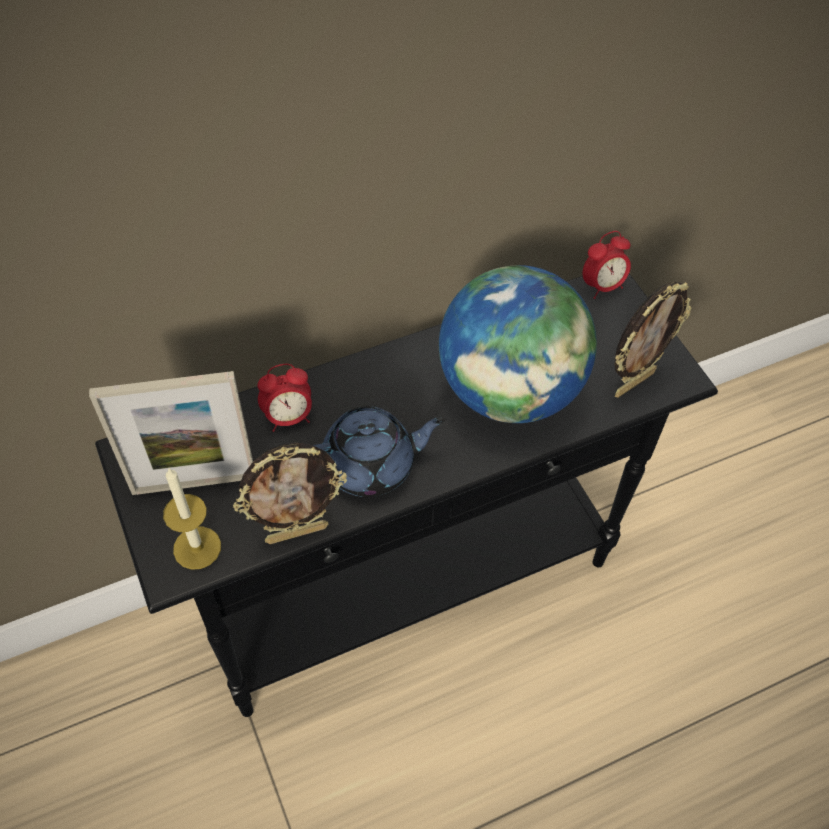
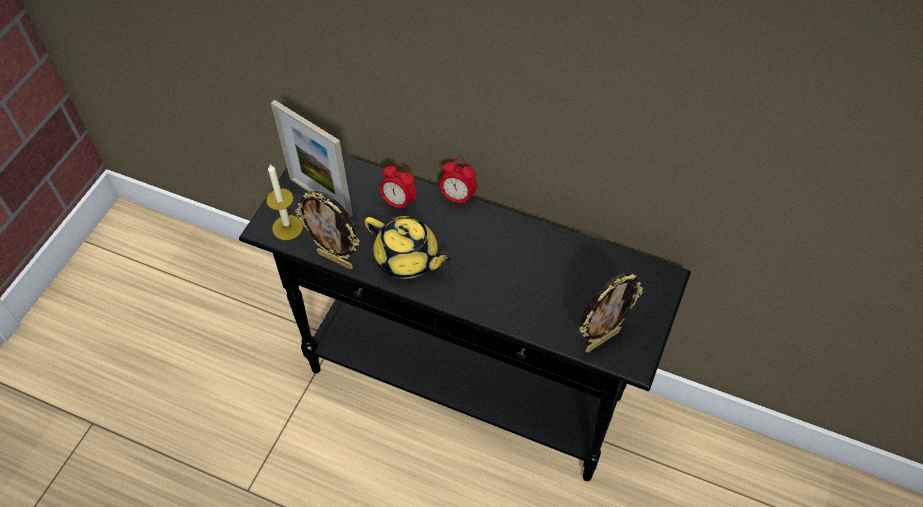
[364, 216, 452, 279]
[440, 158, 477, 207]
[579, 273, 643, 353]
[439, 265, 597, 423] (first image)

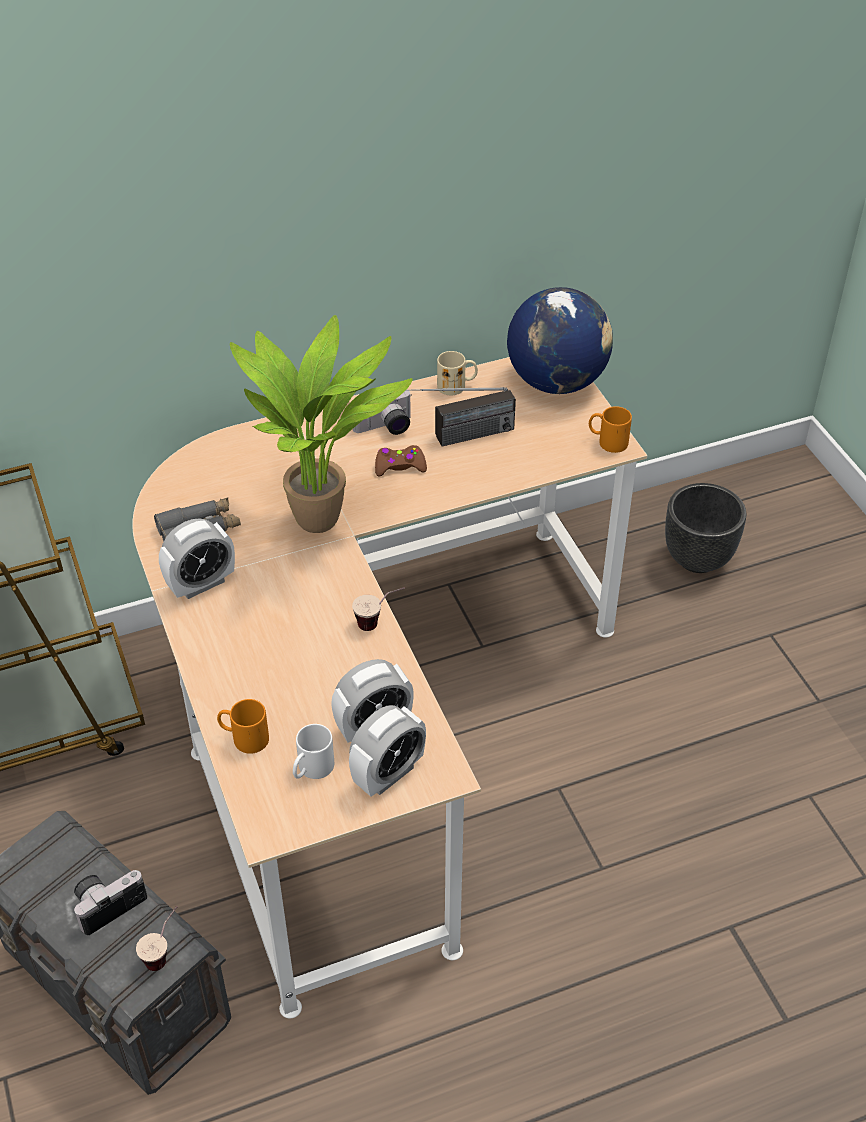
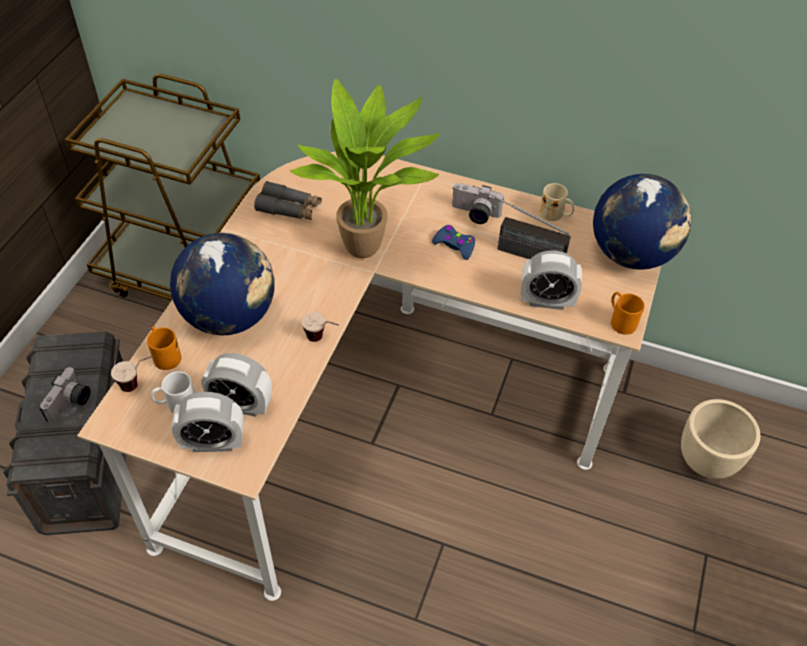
[39, 367, 90, 424]
[111, 355, 155, 392]
[170, 233, 274, 335]
[432, 225, 475, 260]
[521, 250, 582, 310]
[681, 399, 761, 479]

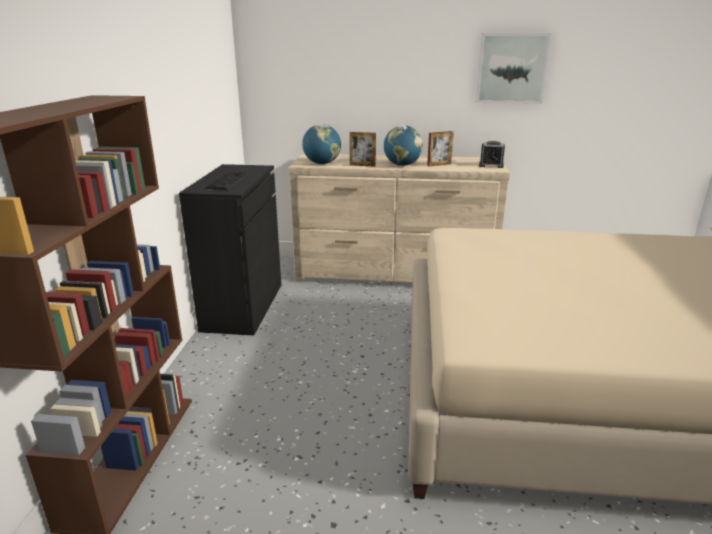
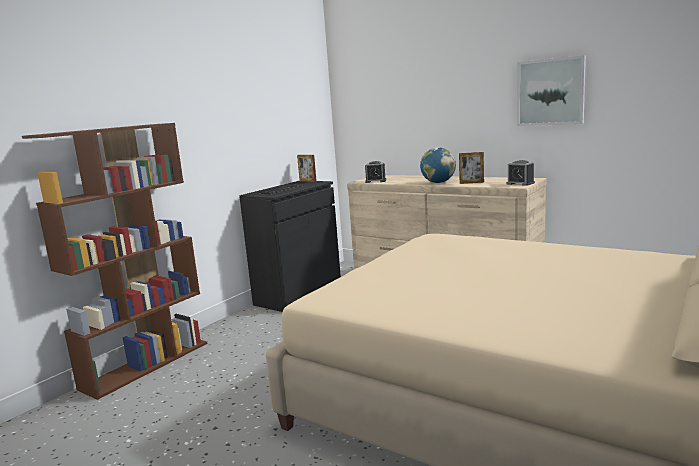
[297, 155, 317, 182]
[365, 161, 386, 183]

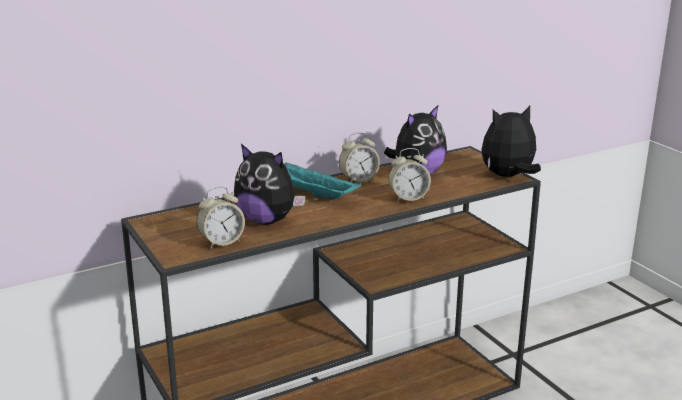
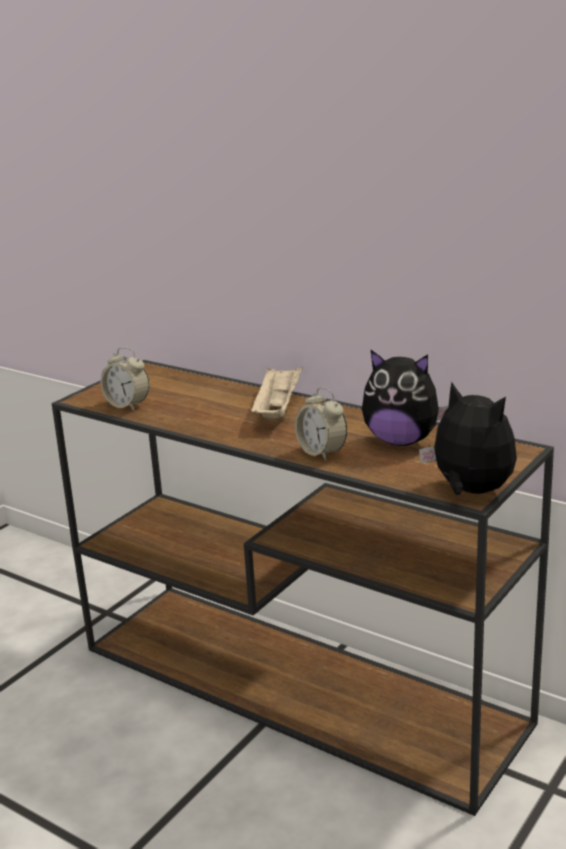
[251, 366, 303, 419]
[234, 144, 306, 225] (first image)
[339, 132, 380, 183] (first image)

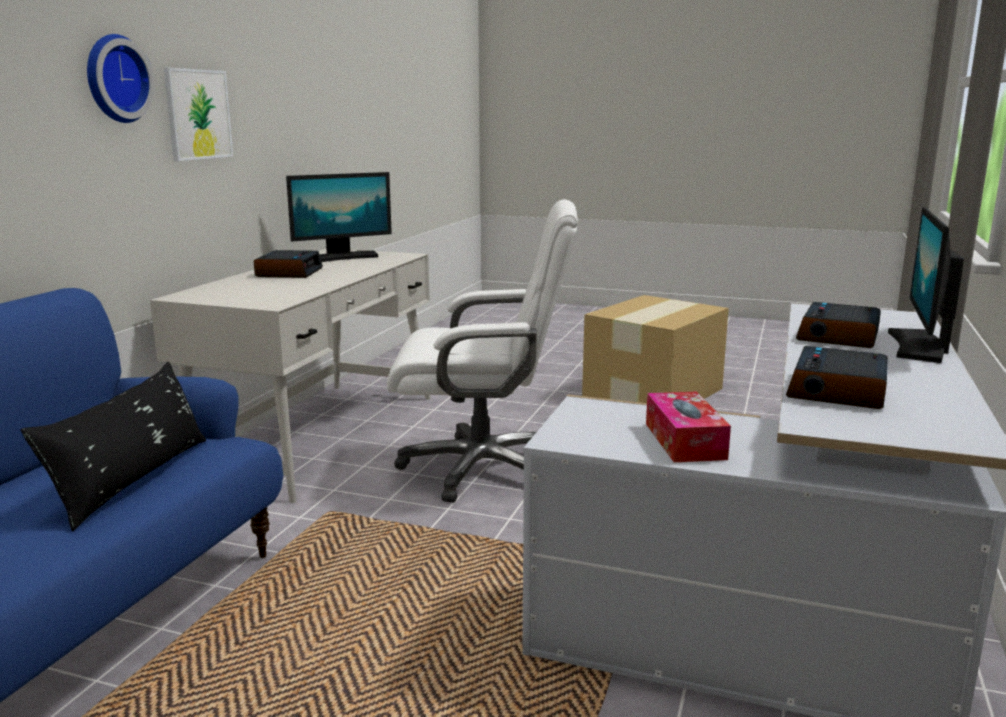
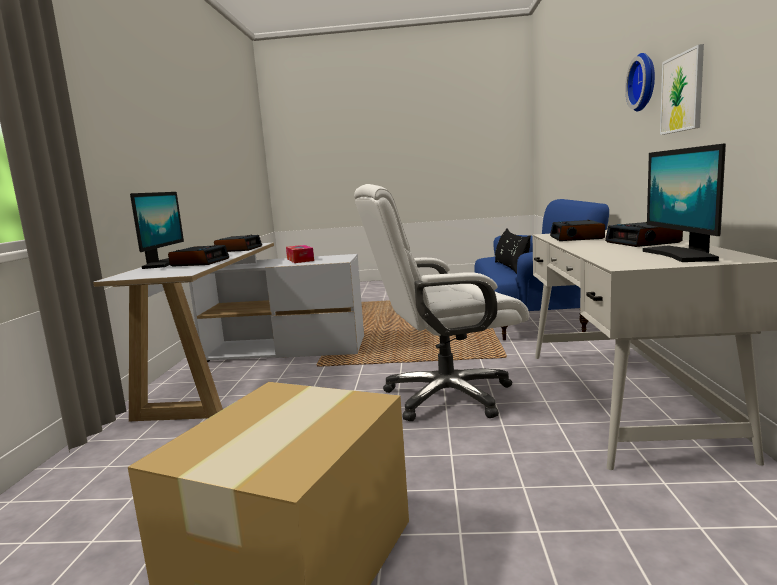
[550, 220, 605, 241]
[642, 143, 726, 262]

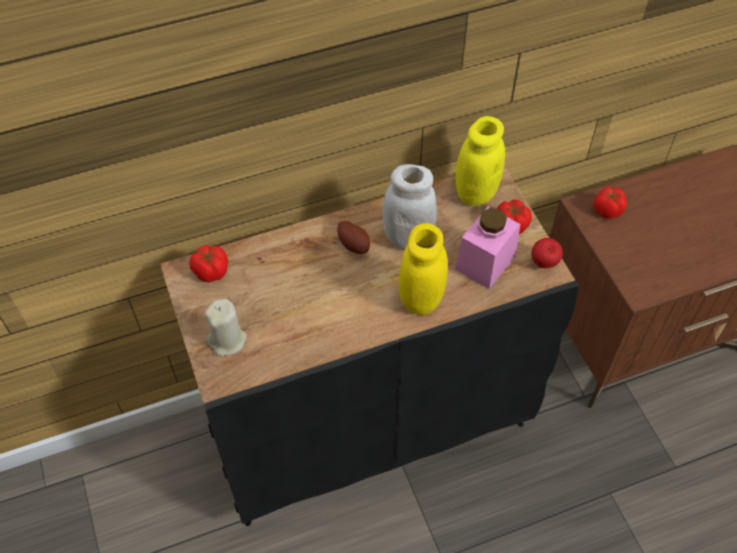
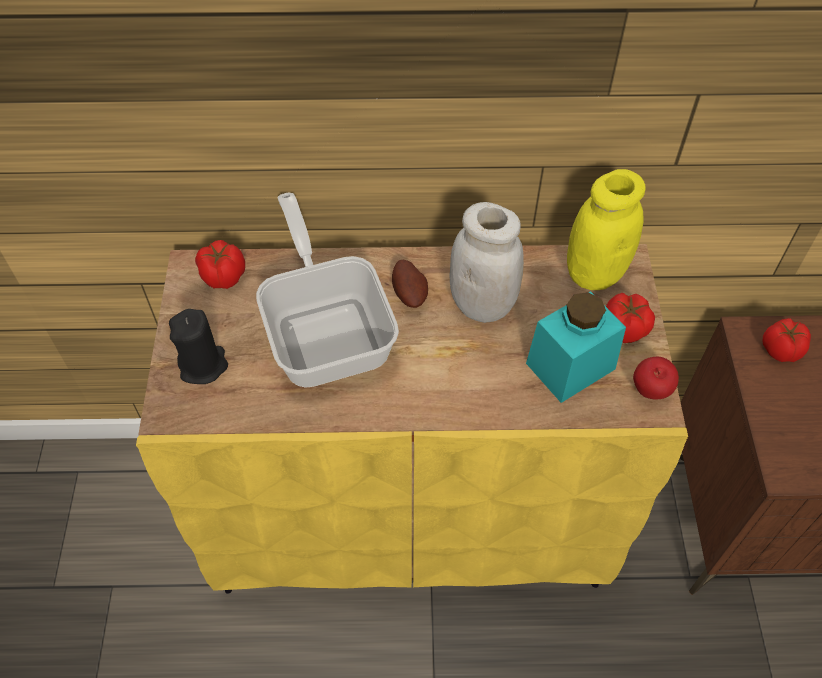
[136, 244, 688, 594]
[169, 309, 228, 384]
[256, 192, 399, 388]
[526, 291, 626, 403]
[399, 223, 448, 315] (first image)

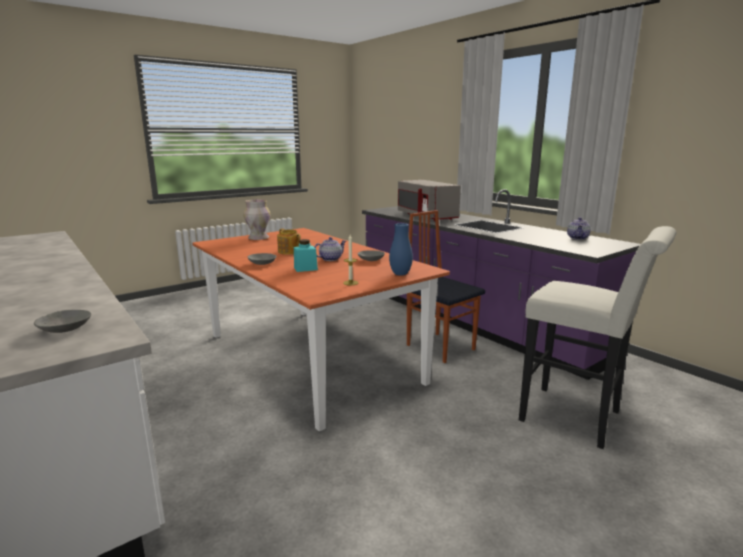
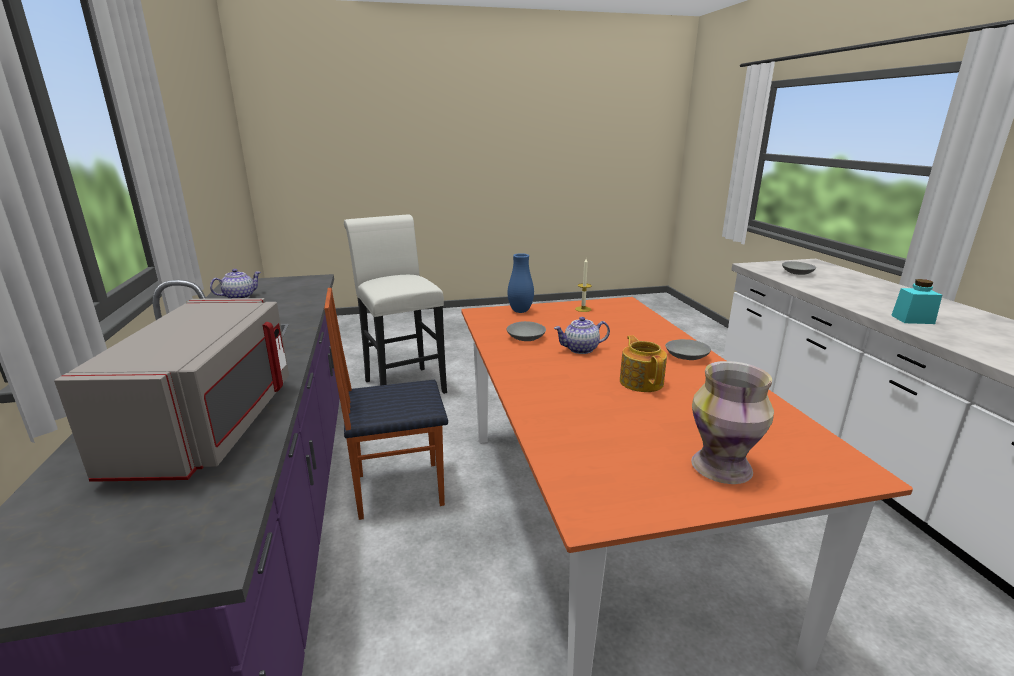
[324, 288, 448, 520]
[891, 279, 942, 324]

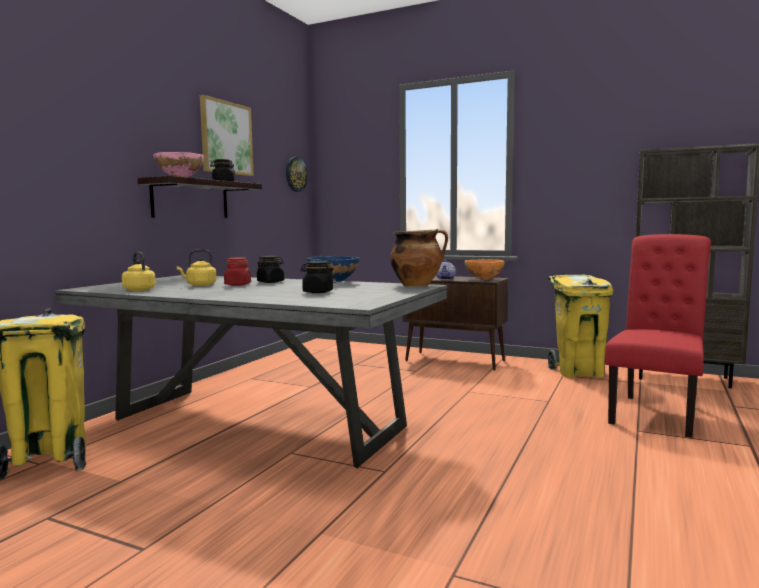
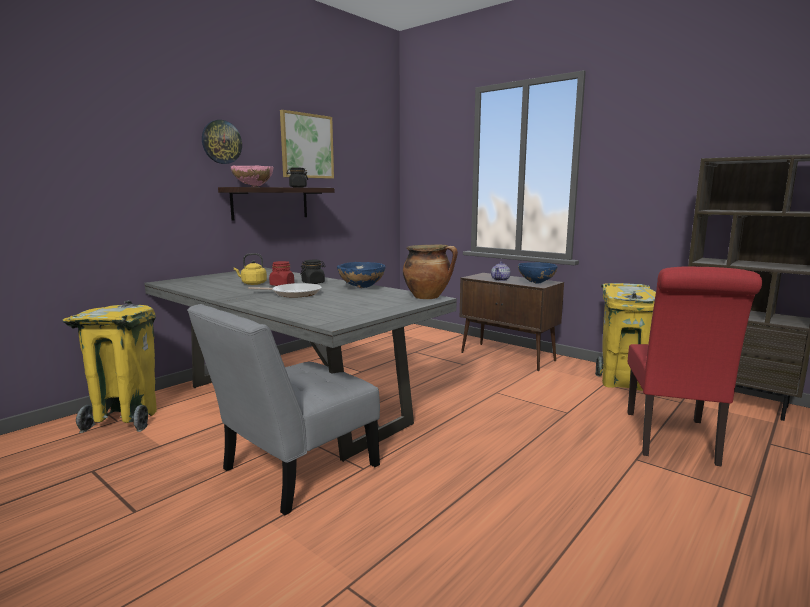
[187, 304, 380, 515]
[202, 120, 242, 164]
[248, 283, 322, 297]
[518, 262, 557, 284]
[627, 267, 762, 466]
[122, 252, 156, 291] (first image)
[300, 261, 335, 293] (first image)

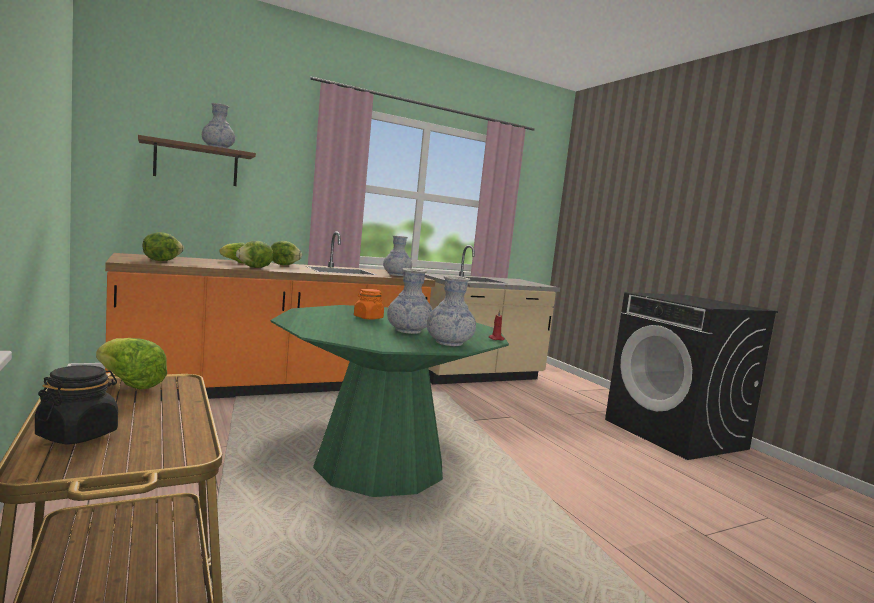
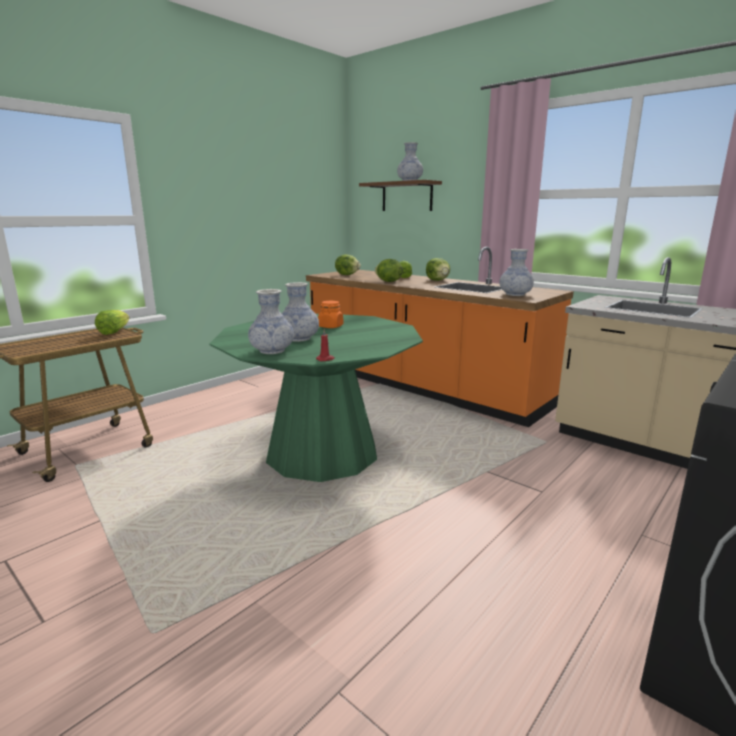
[35, 365, 118, 445] (first image)

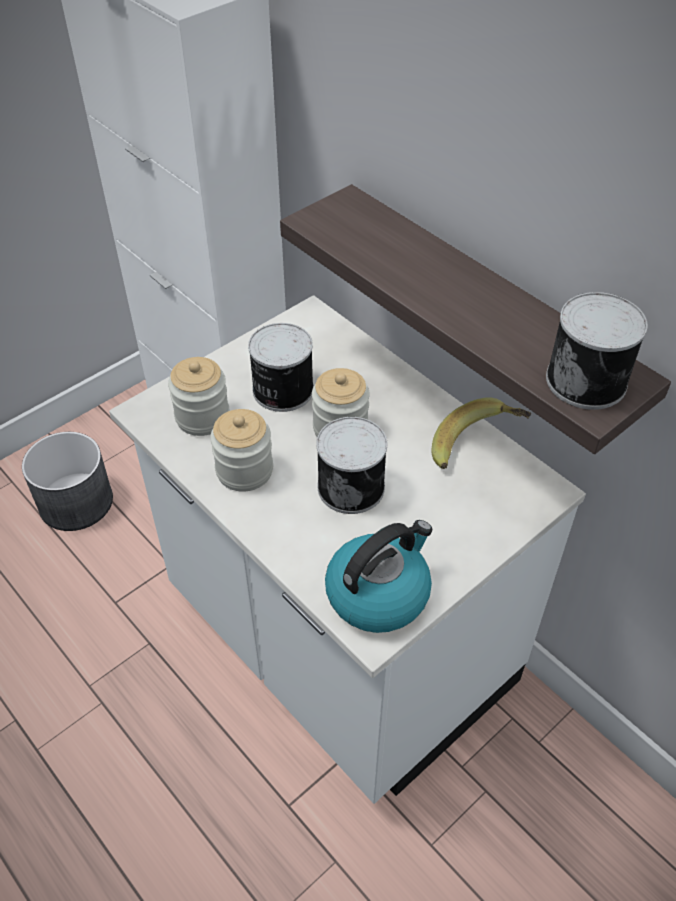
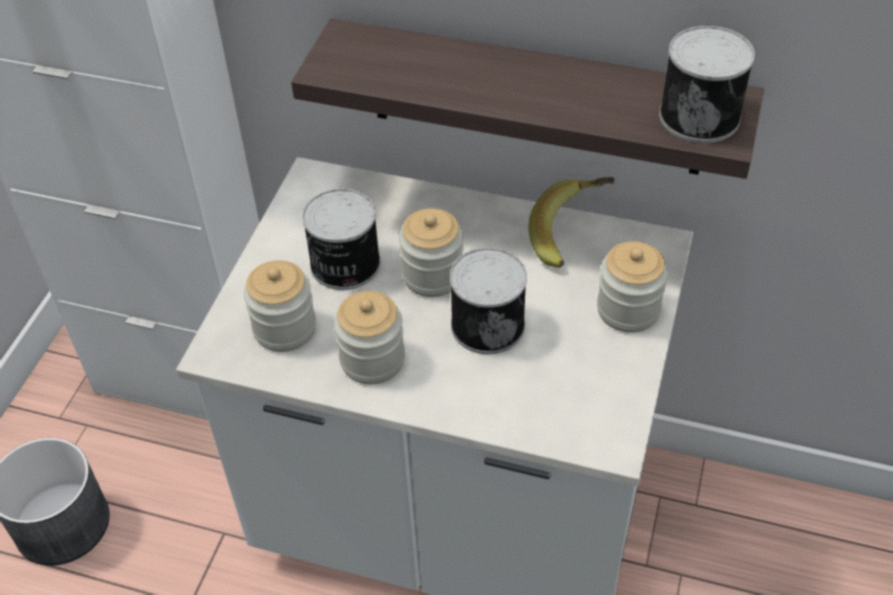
[597, 241, 668, 333]
[325, 520, 432, 633] (first image)

